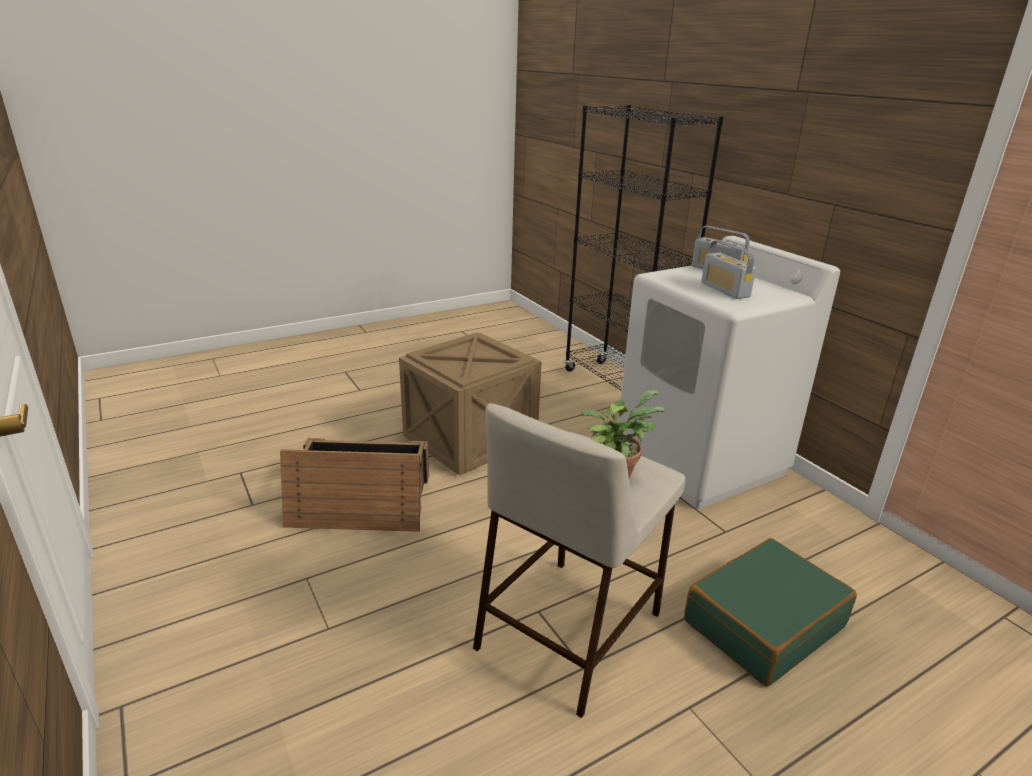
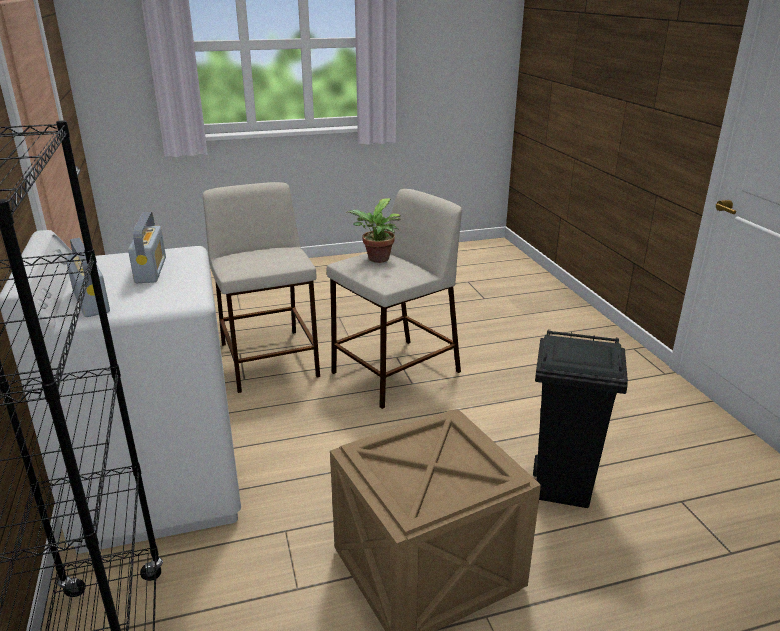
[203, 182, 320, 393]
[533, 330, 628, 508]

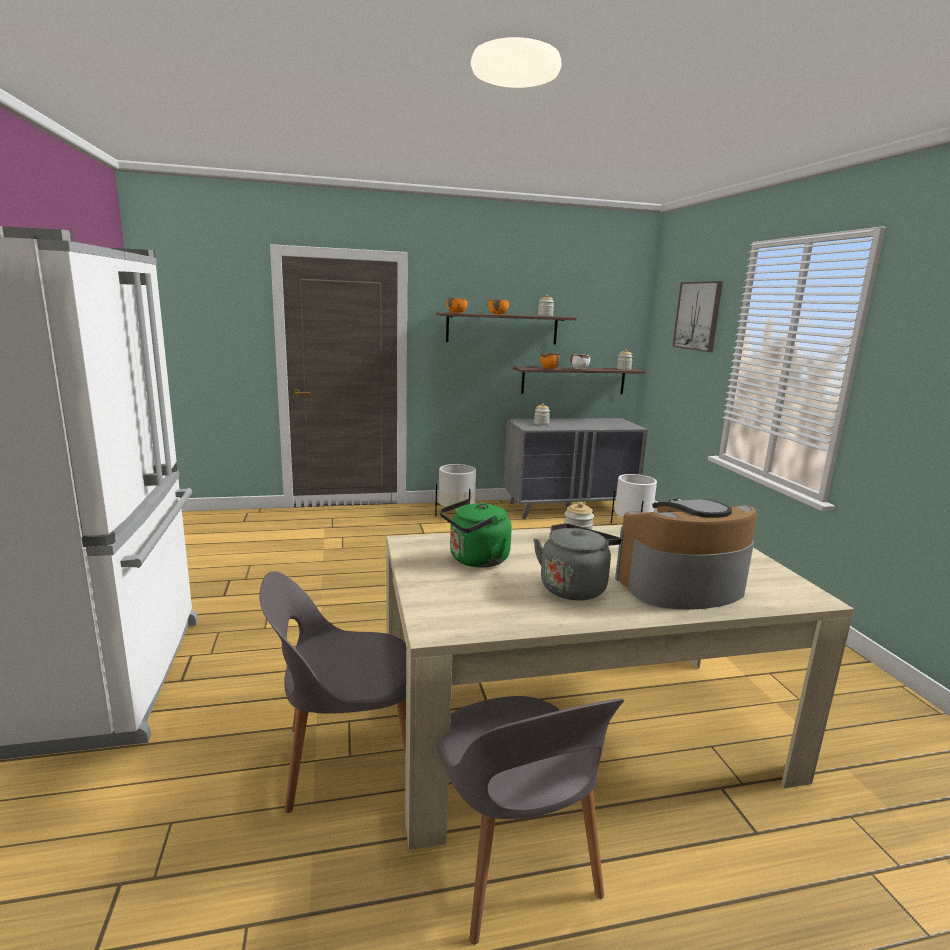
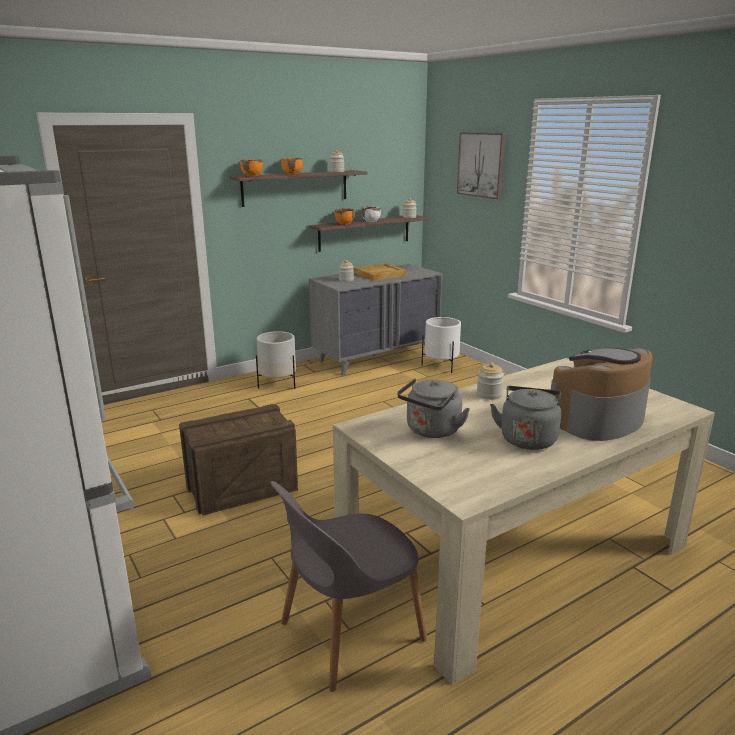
[179, 404, 298, 516]
[353, 263, 407, 281]
[397, 378, 470, 438]
[437, 696, 624, 944] (first image)

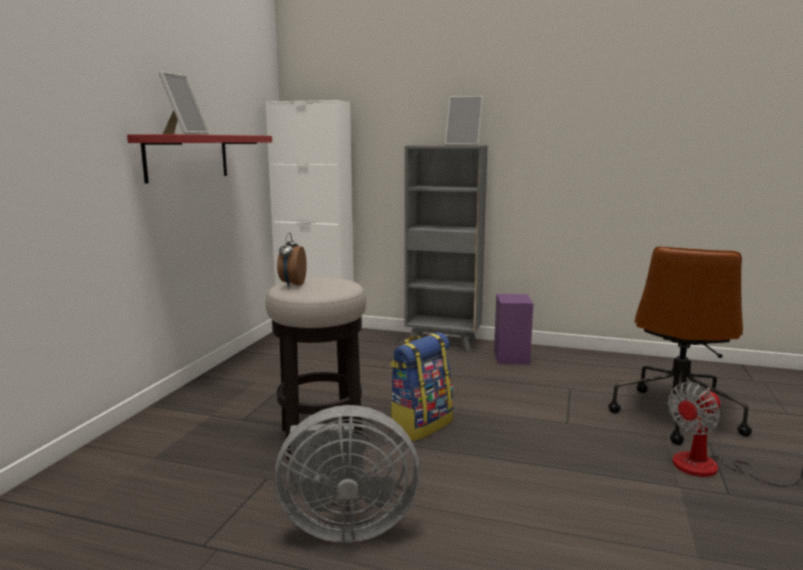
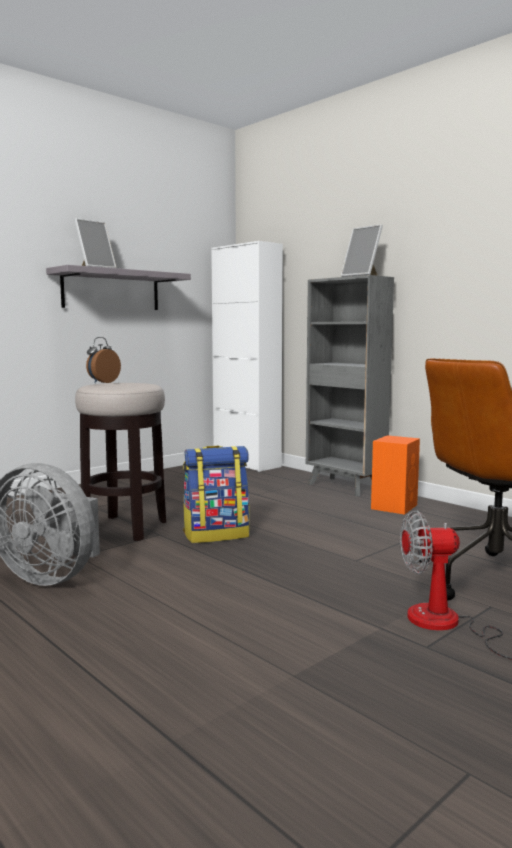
[46, 265, 191, 310]
[371, 435, 420, 515]

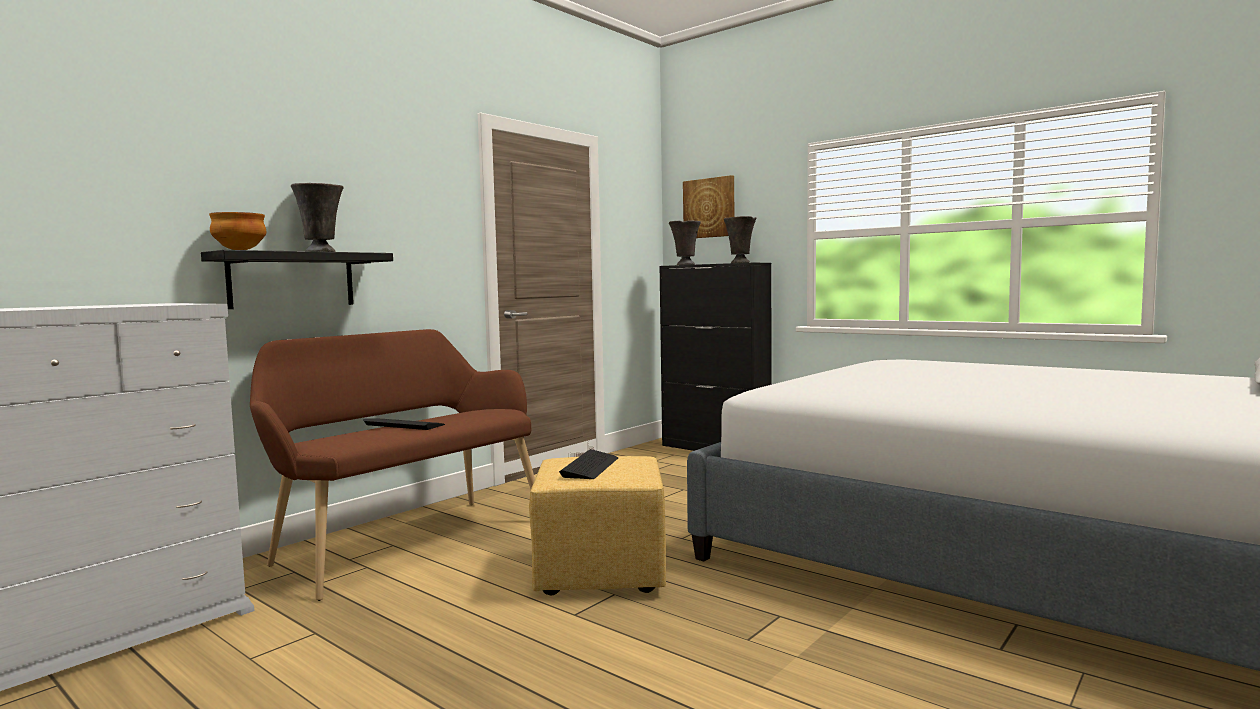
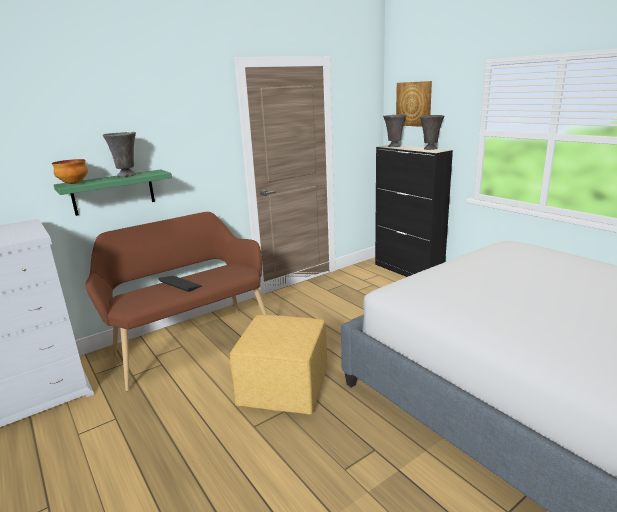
[54, 169, 172, 216]
[559, 449, 618, 479] (first image)

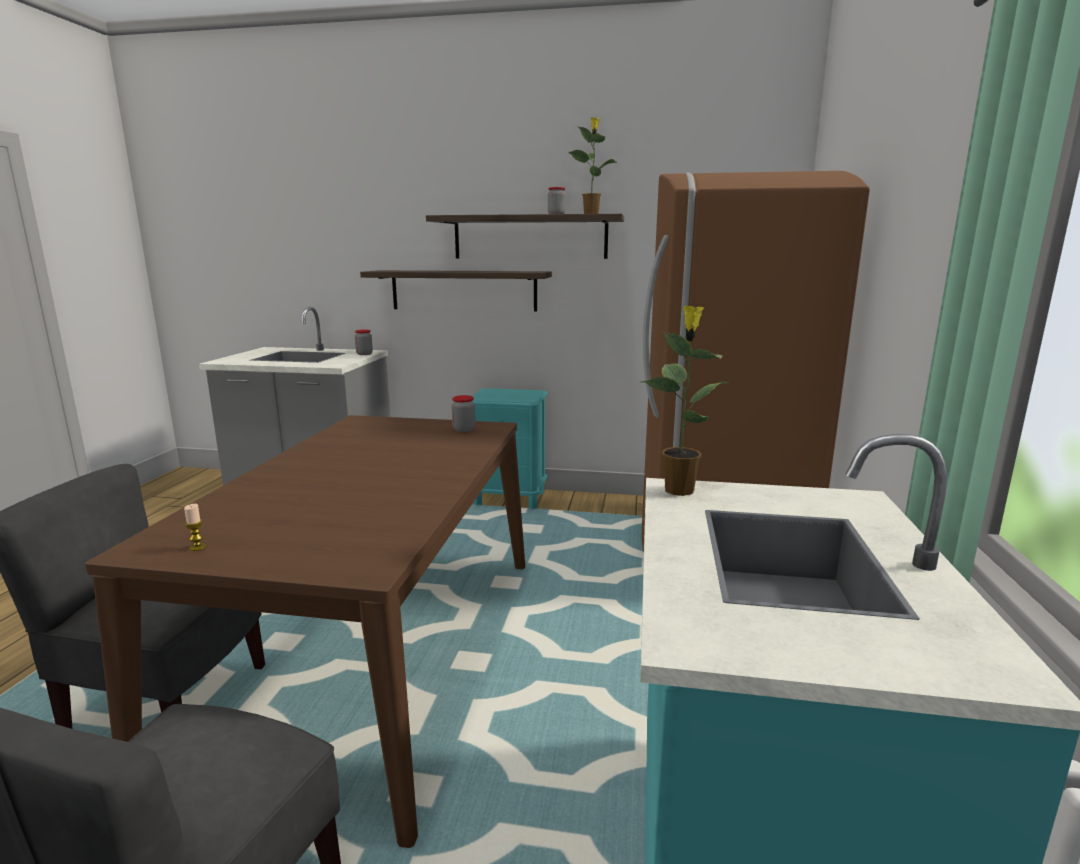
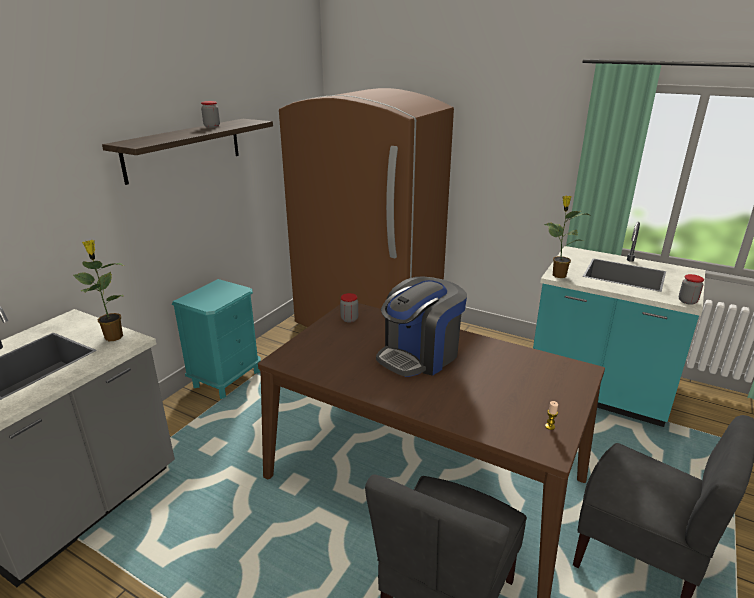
[73, 240, 125, 341]
[376, 276, 467, 377]
[679, 274, 704, 305]
[360, 270, 552, 312] (first image)

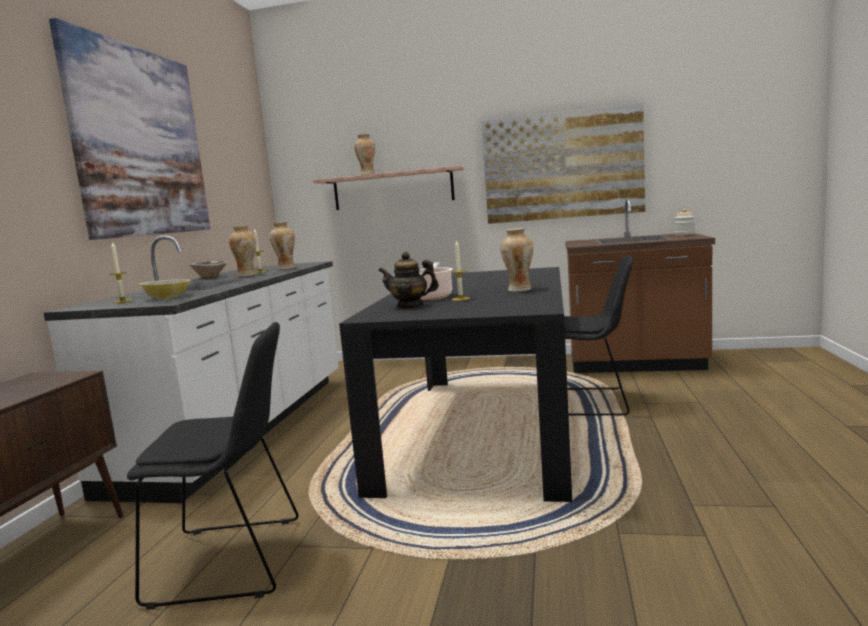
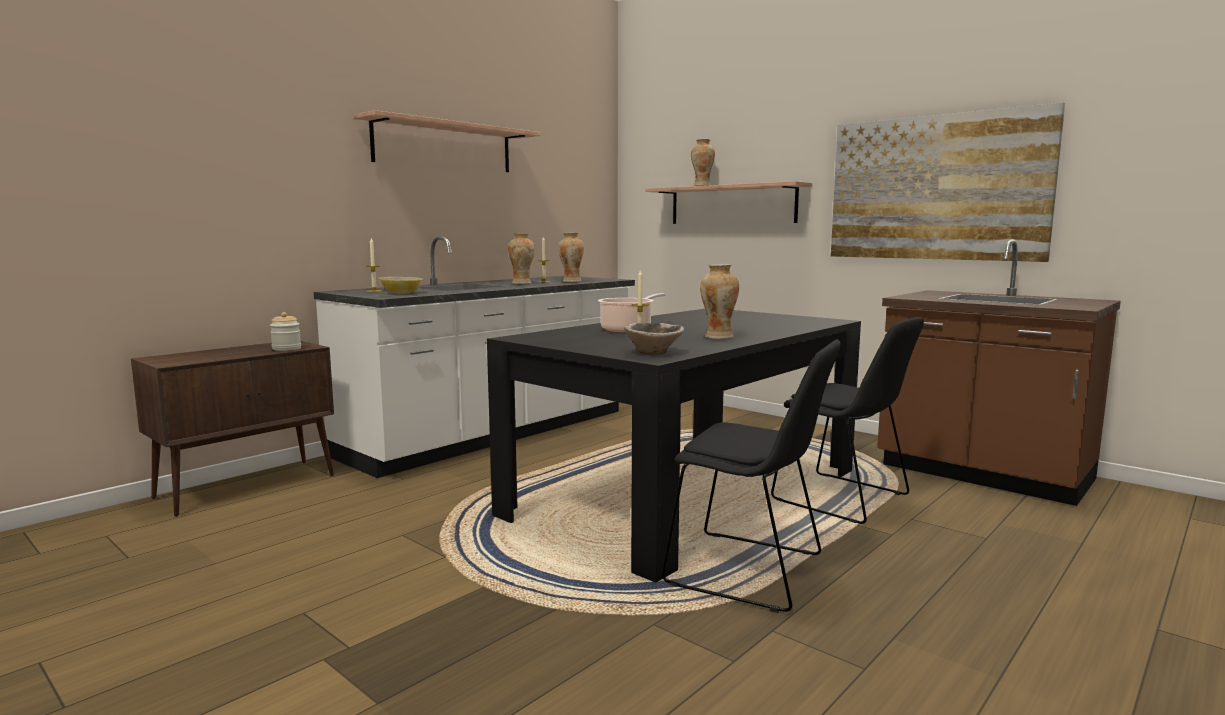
[270, 312, 301, 351]
[354, 110, 540, 172]
[624, 323, 684, 354]
[662, 340, 841, 613]
[379, 252, 439, 309] (first image)

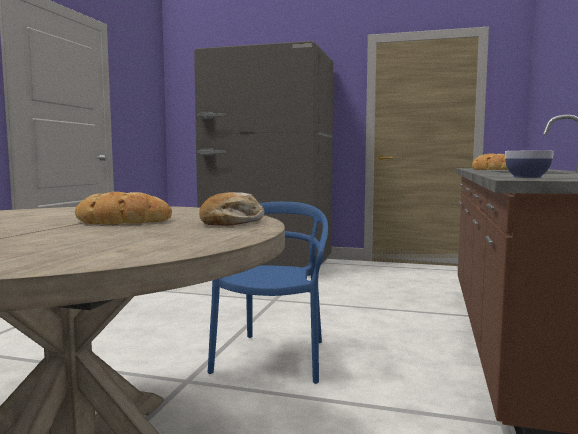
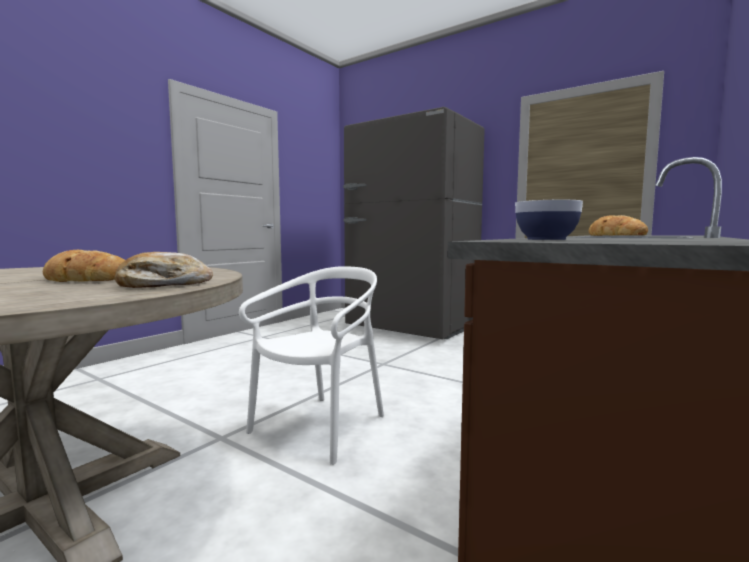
[239, 266, 384, 465]

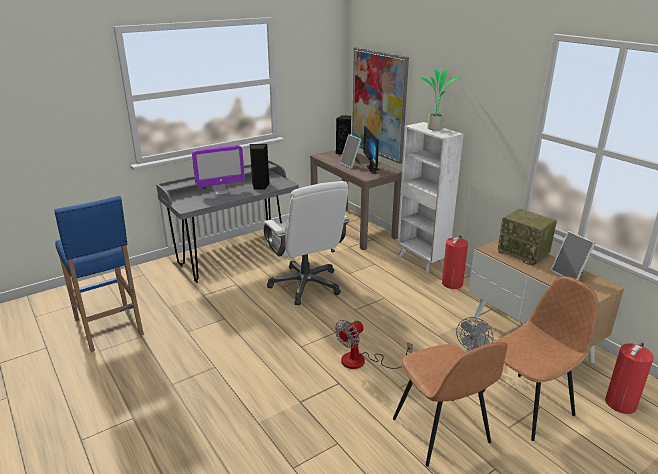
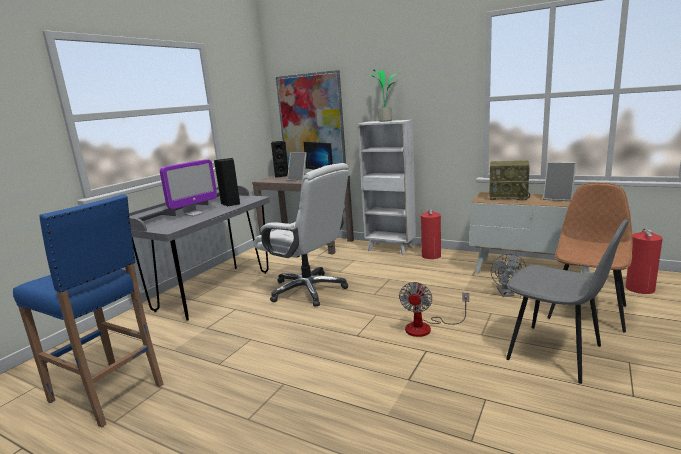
[506, 219, 629, 384]

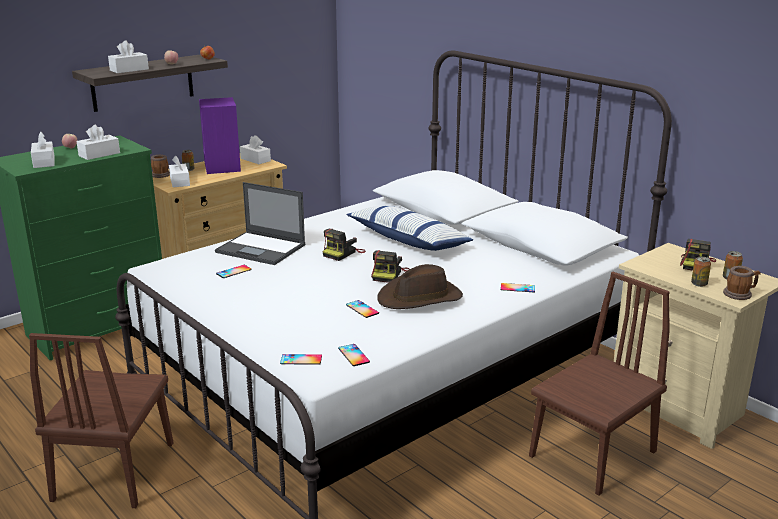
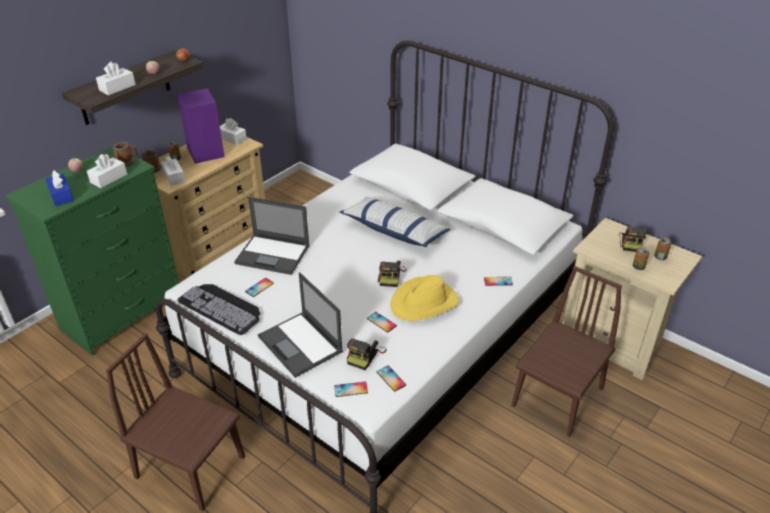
[45, 170, 74, 206]
[106, 333, 245, 511]
[113, 141, 137, 167]
[177, 284, 261, 335]
[258, 272, 343, 378]
[347, 338, 387, 370]
[390, 275, 459, 321]

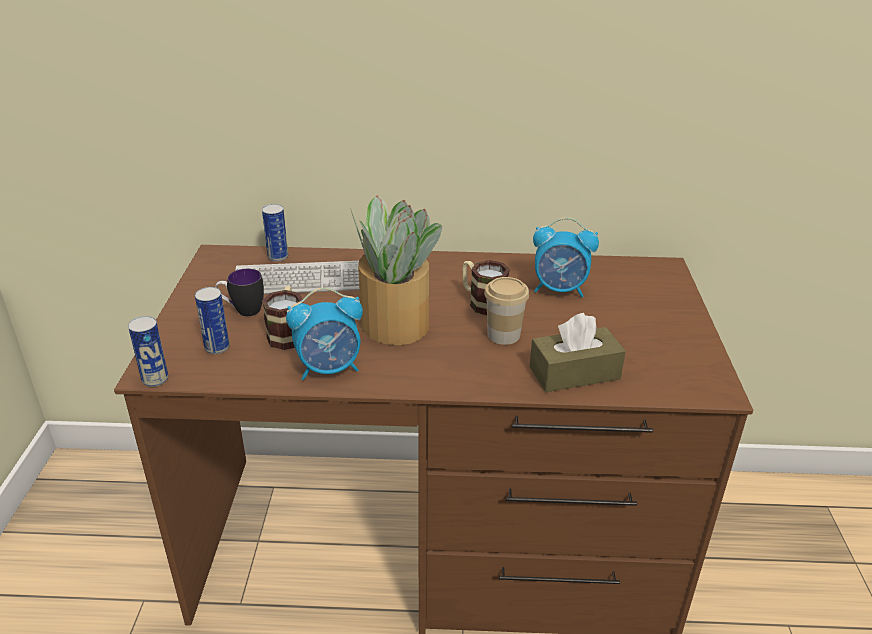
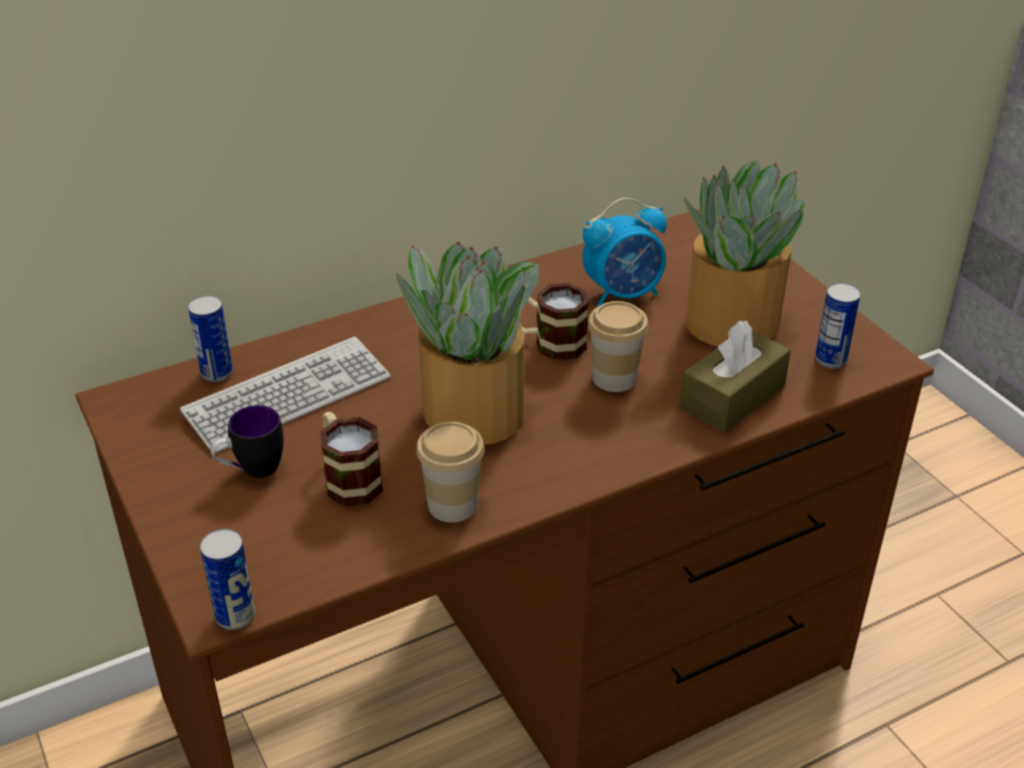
[416, 422, 485, 523]
[684, 160, 804, 346]
[815, 283, 861, 369]

